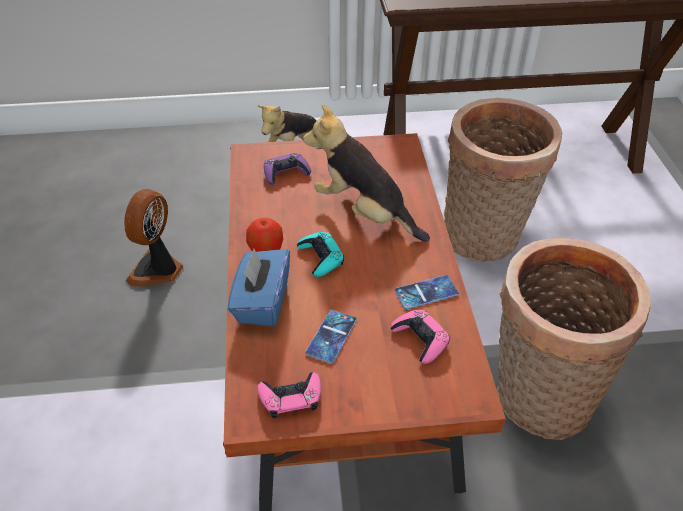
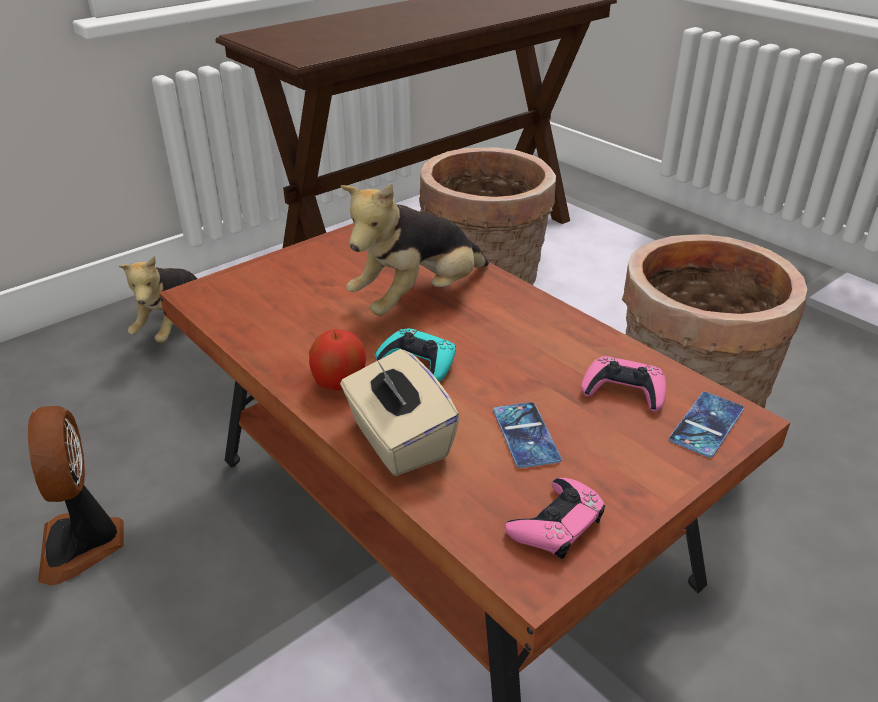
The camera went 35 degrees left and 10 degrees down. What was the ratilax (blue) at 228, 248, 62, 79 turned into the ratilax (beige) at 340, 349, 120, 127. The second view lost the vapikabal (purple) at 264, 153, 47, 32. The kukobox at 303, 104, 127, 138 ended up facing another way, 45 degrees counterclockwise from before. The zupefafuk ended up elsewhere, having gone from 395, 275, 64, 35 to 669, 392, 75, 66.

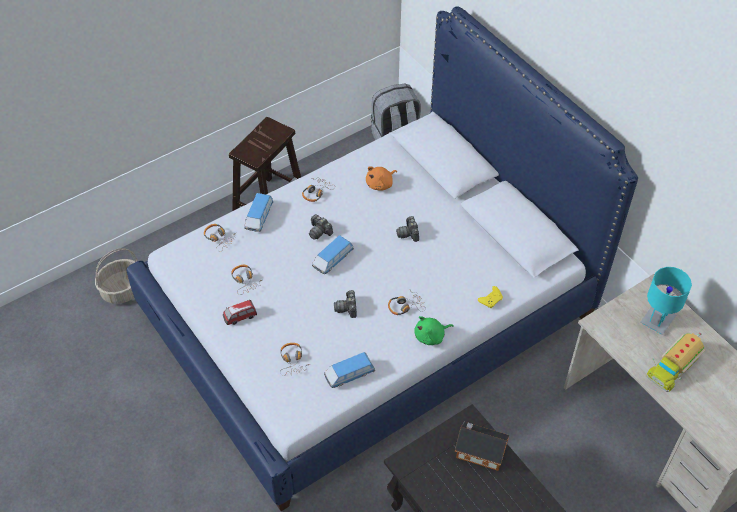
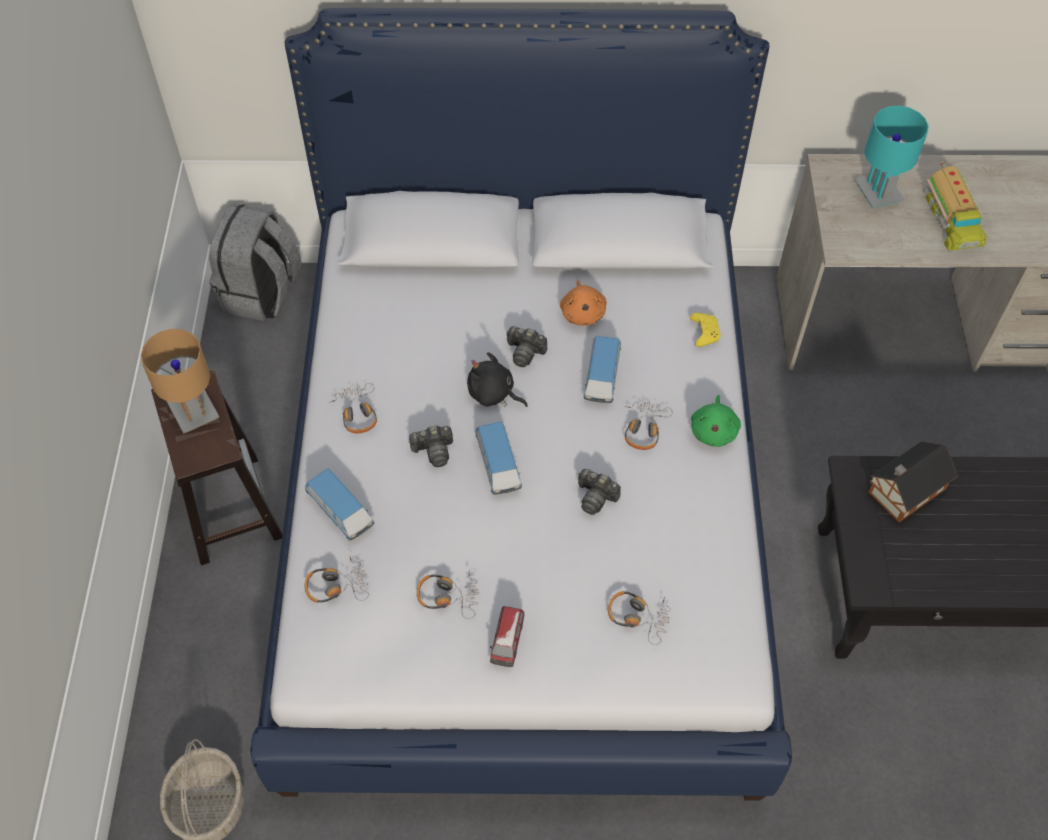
The camera went 55 degrees left and 5 degrees up. The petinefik ended up elsewhere, having gone from 324, 352, 51, 36 to 584, 336, 37, 67. The kukobox (orange) ended up elsewhere, having gone from 366, 167, 31, 24 to 560, 280, 47, 46. The second view gained the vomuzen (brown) at 140, 329, 79, 105. The second view gained the kukobox (black) at 467, 352, 61, 55.

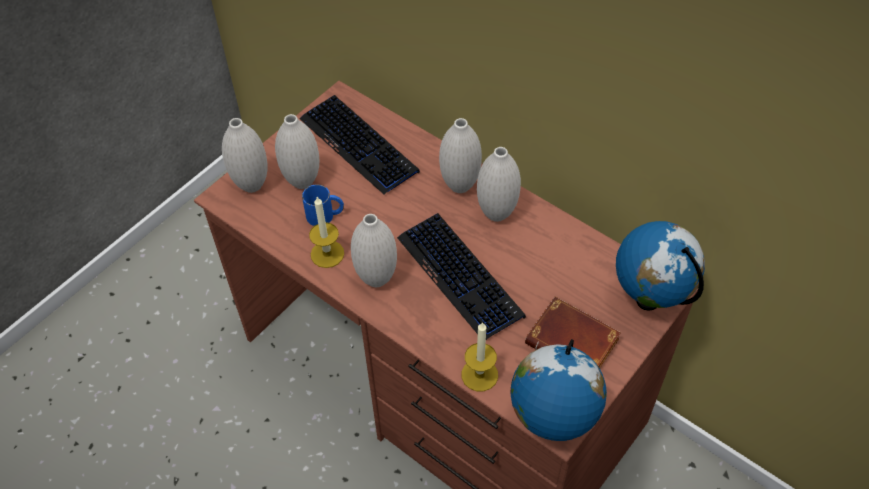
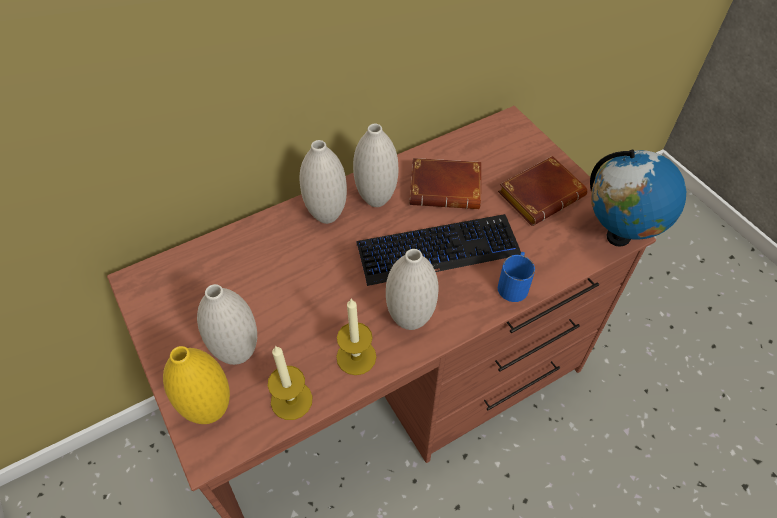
The camera went 70 degrees left and 0 degrees up. What was the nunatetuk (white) at 222, 118, 45, 75 turned into the nunatetuk (yellow) at 163, 346, 67, 78. The second view lost the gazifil at 300, 95, 120, 100. The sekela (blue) ended up elsewhere, having gone from 302, 184, 42, 42 to 498, 252, 37, 50. The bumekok ended up elsewhere, having gone from 462, 322, 36, 69 to 268, 345, 45, 75. The second view lost the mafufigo at 616, 221, 89, 90. The second view gained the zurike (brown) at 410, 158, 71, 51.

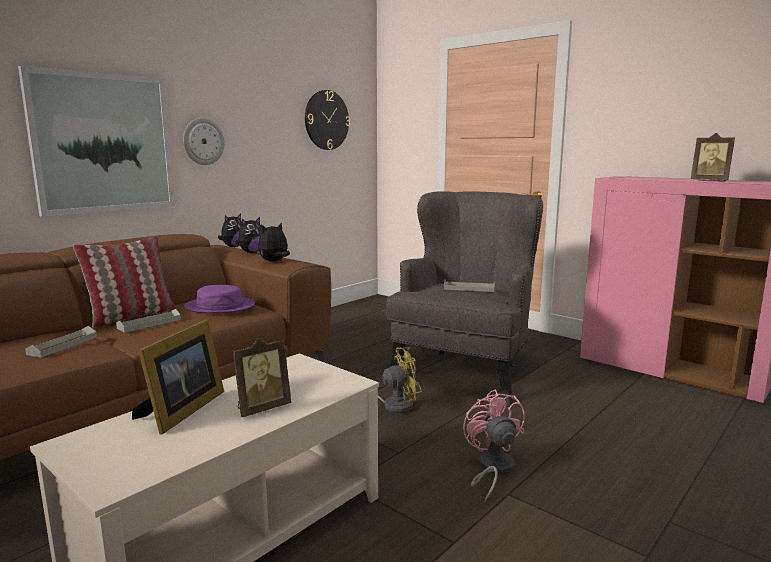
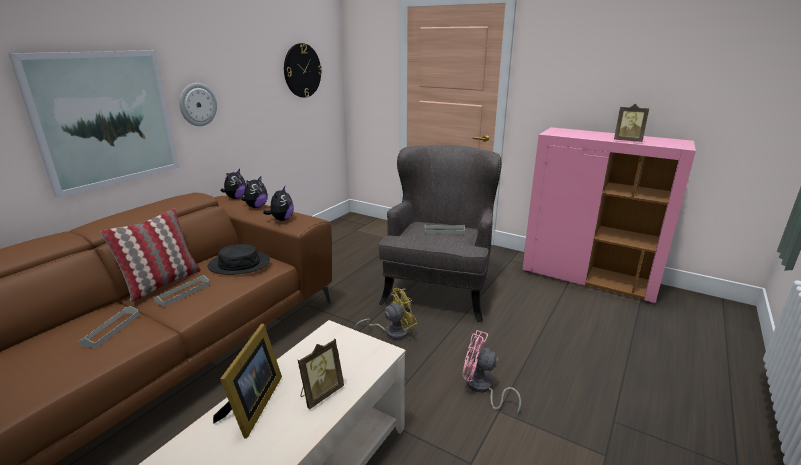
The camera went 10 degrees left and 10 degrees up. What was the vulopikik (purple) at 184, 285, 71, 28 turned into the vulopikik (black) at 208, 244, 62, 31. The kukobox at 258, 222, 32, 39 ended up facing another way, 150 degrees clockwise from before. The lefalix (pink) at 463, 389, 62, 113 ended up facing another way, 45 degrees counterclockwise from before.

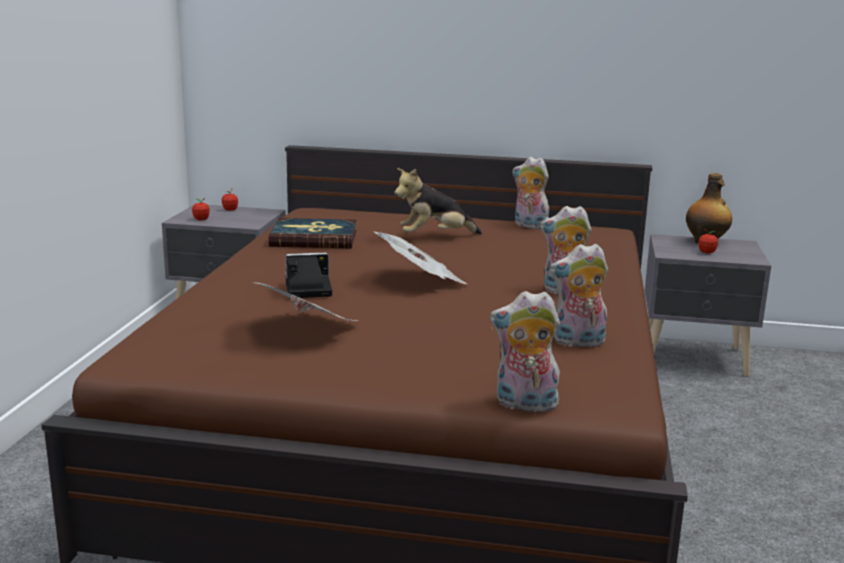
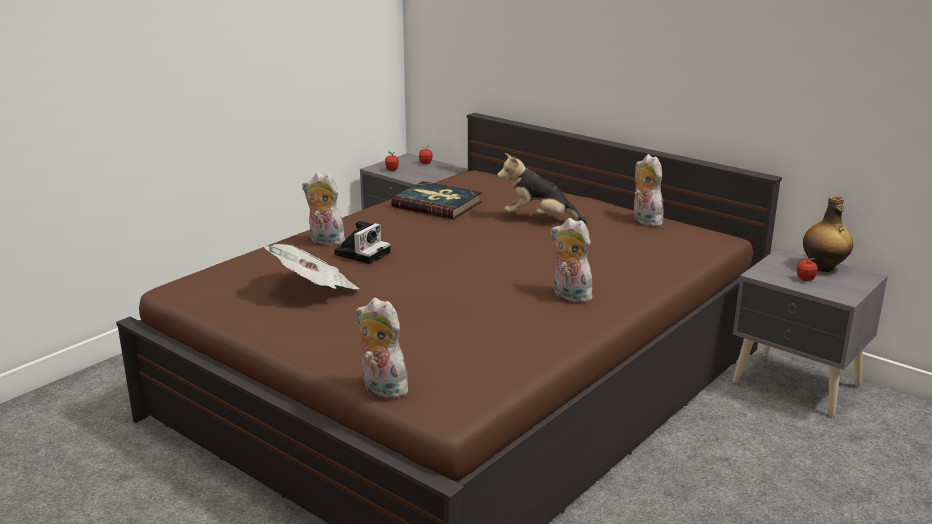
The camera went 30 degrees right and 5 degrees up. The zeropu at 285, 253, 47, 45 ended up facing another way, 105 degrees clockwise from before. The second view lost the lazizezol at 374, 232, 93, 52. The kukobox ended up elsewhere, having gone from 550, 244, 58, 103 to 302, 172, 43, 74.

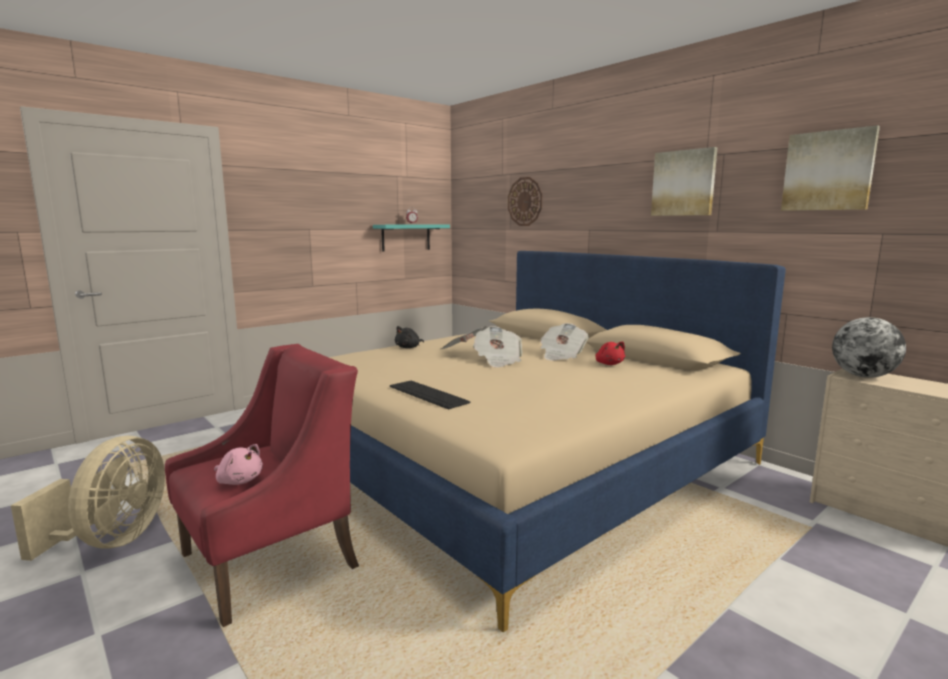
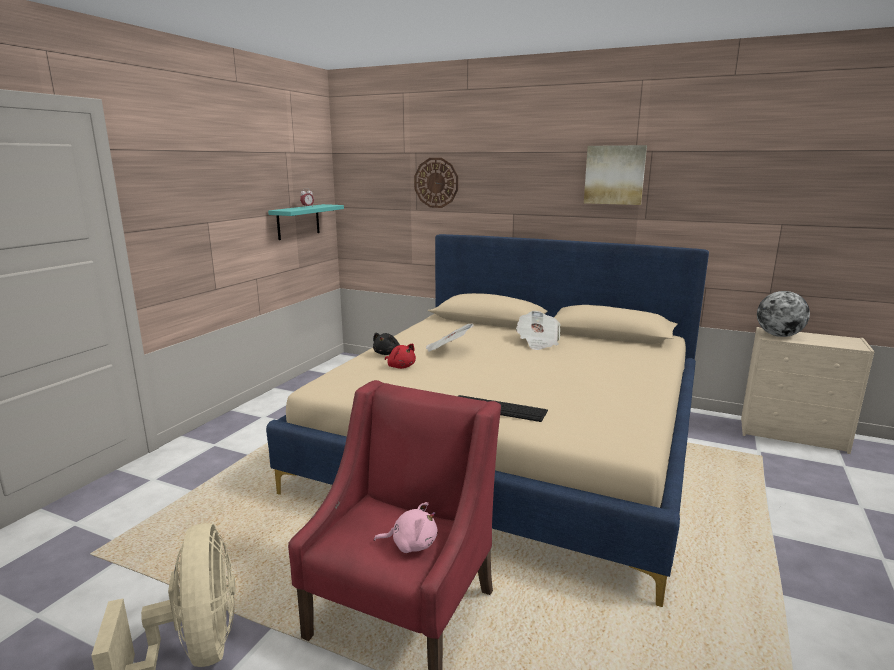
The camera went 25 degrees left and 5 degrees up. The second view lost the lazizezol at 473, 326, 49, 41. The kukobox (red) ended up elsewhere, having gone from 595, 341, 30, 24 to 385, 344, 31, 25. The second view lost the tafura at 781, 125, 99, 86.

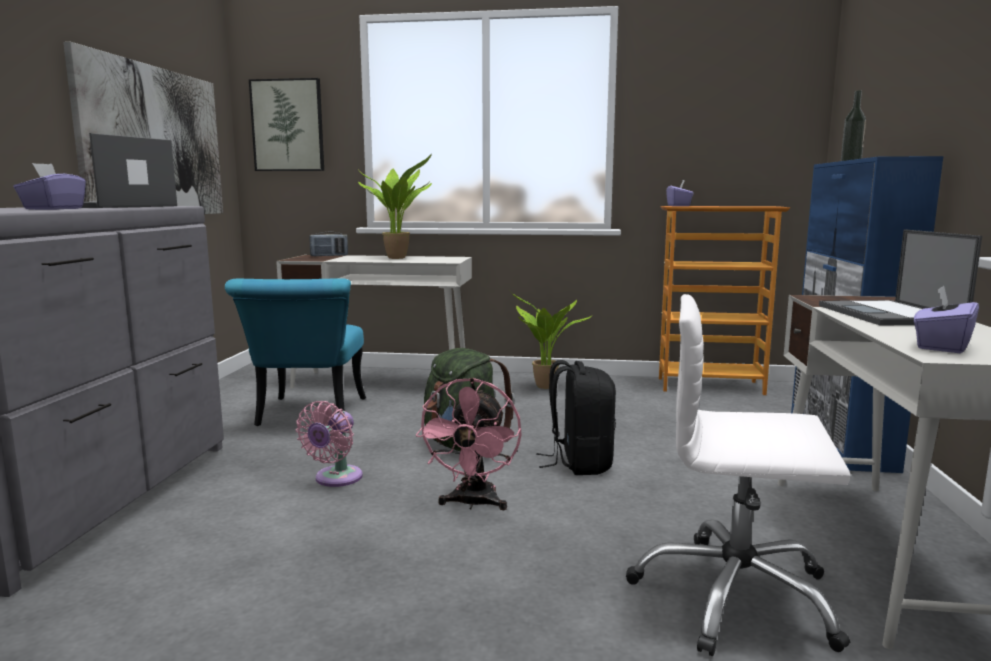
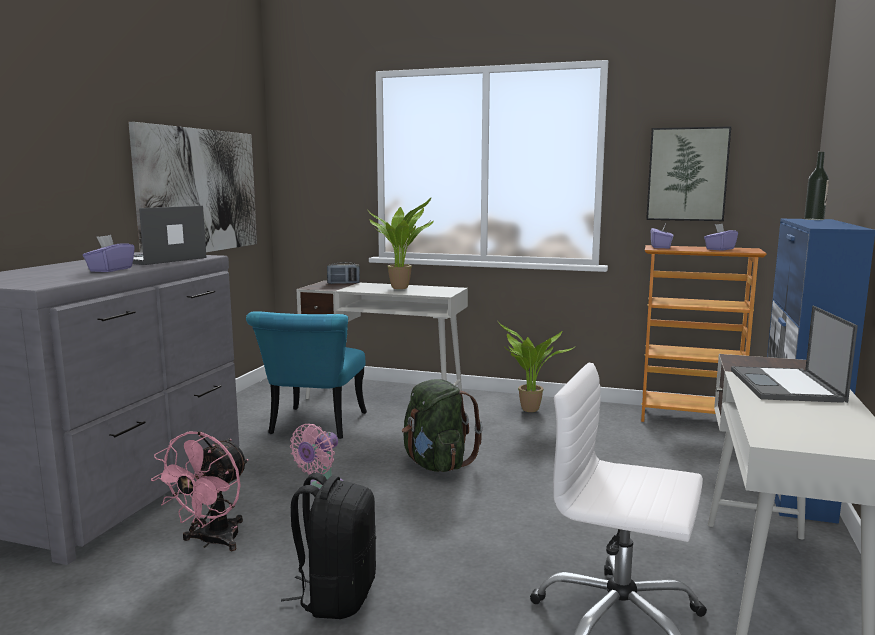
The camera went 10 degrees right and 0 degrees up. The tafura ended up elsewhere, having gone from 249, 78, 75, 93 to 646, 126, 85, 95. The lefalix (pink) ended up elsewhere, having gone from 416, 378, 106, 132 to 151, 431, 97, 120. The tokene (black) ended up elsewhere, having gone from 536, 360, 80, 115 to 281, 473, 95, 146. The ratilax (purple) ended up elsewhere, having gone from 914, 286, 65, 67 to 704, 224, 34, 27.

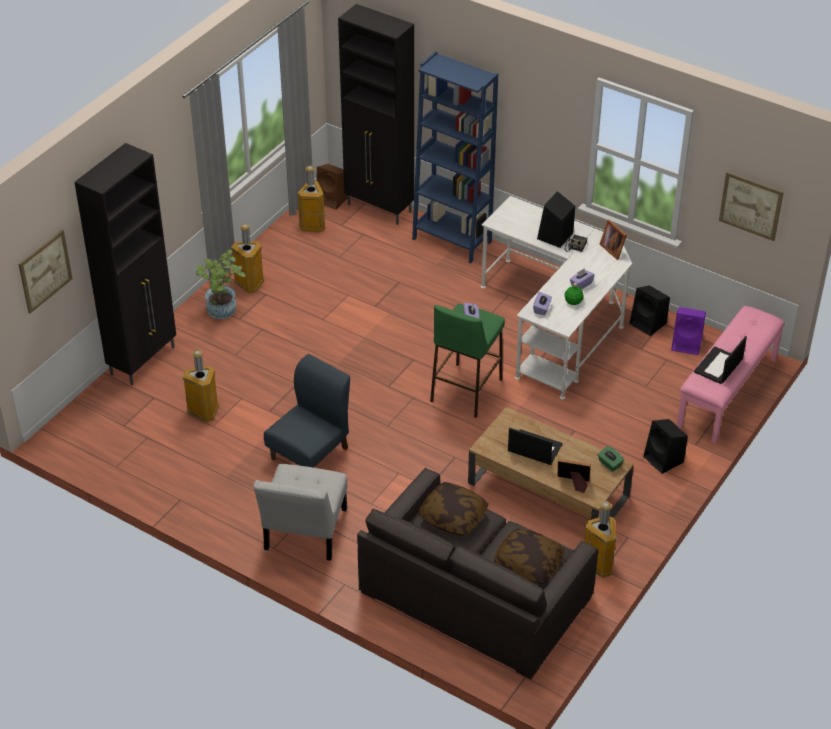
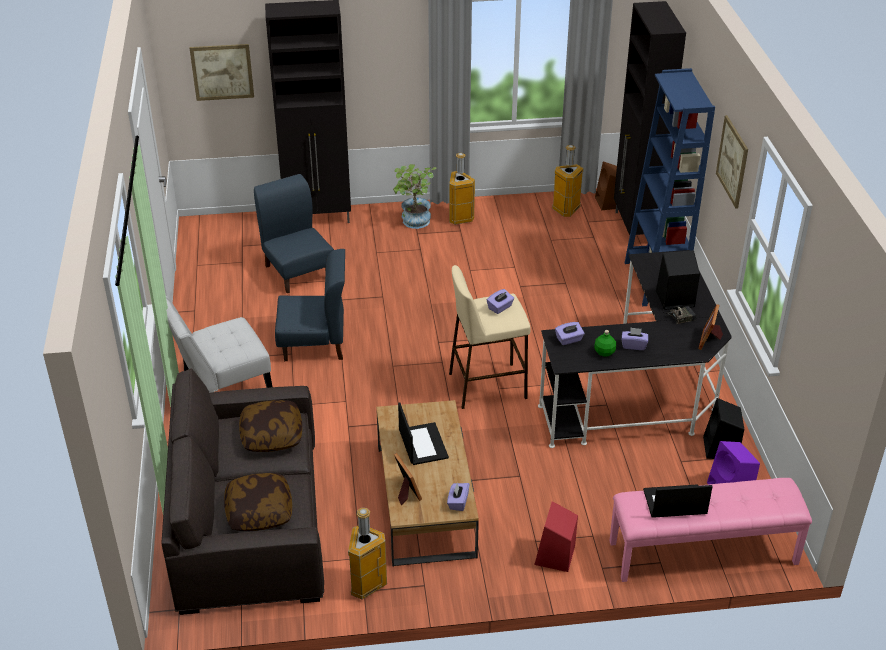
The camera went 50 degrees right and 5 degrees down. Where the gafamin stood at 183, 350, 36, 72, the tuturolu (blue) came to stand at 254, 174, 80, 119. What was the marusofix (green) at 430, 304, 75, 114 turned into the marusofix (beige) at 449, 265, 82, 144. What was the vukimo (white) at 481, 196, 151, 203 turned into the vukimo (black) at 538, 250, 194, 198. What was the ratilax (green) at 598, 446, 26, 26 turned into the ratilax (purple) at 447, 483, 23, 28. What was the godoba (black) at 643, 419, 45, 55 turned into the godoba (red) at 534, 501, 44, 71. The tafura ended up elsewhere, having gone from 719, 172, 65, 69 to 716, 115, 32, 94.

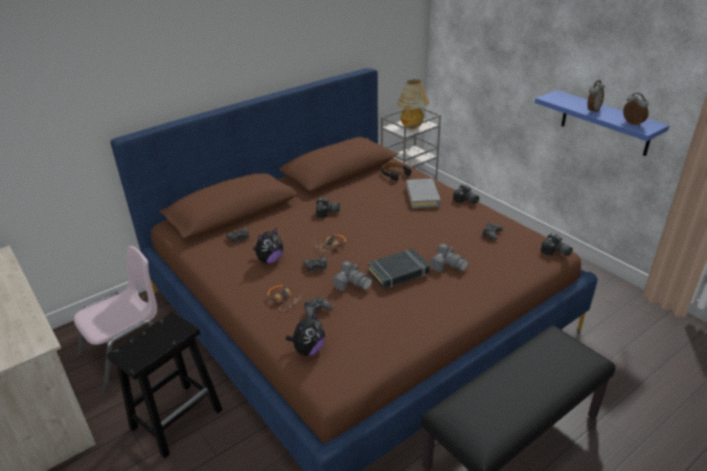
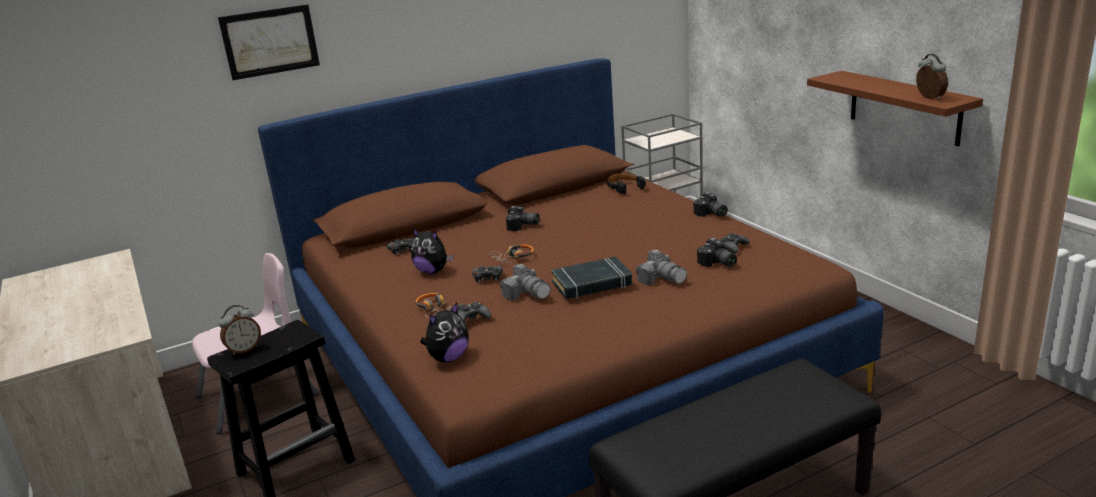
The camera went 10 degrees right and 10 degrees down. The kukobox at 253, 227, 30, 37 ended up facing another way, 60 degrees clockwise from before. The second view lost the vomuzen at 397, 79, 32, 50. The second view lost the zurike (grey) at 406, 178, 35, 30. What was the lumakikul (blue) at 535, 90, 134, 66 turned into the lumakikul (brown) at 807, 71, 176, 75. The zeropu ended up elsewhere, having gone from 541, 233, 32, 23 to 697, 238, 40, 29. The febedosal ended up elsewhere, having gone from 587, 80, 18, 33 to 219, 305, 42, 50. The second view gained the tafura at 218, 4, 102, 76.

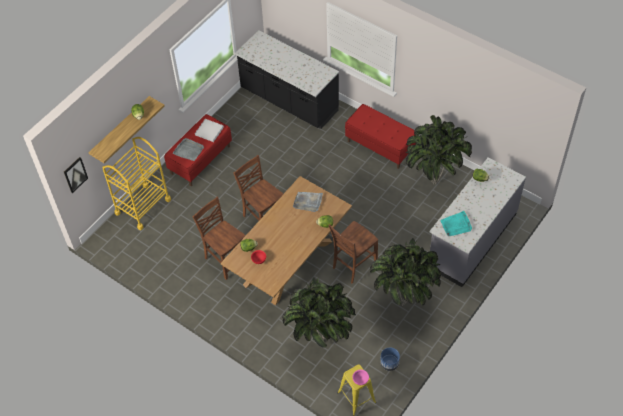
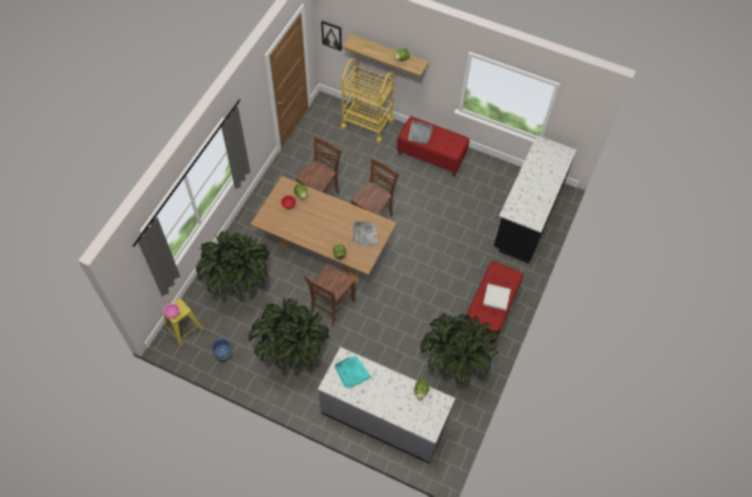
The camera went 75 degrees right and 5 degrees up. The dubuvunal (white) ended up elsewhere, having gone from 195, 119, 29, 23 to 483, 283, 28, 28. The tuturolu (brown) at 329, 221, 49, 63 ended up facing another way, 90 degrees counterclockwise from before.

